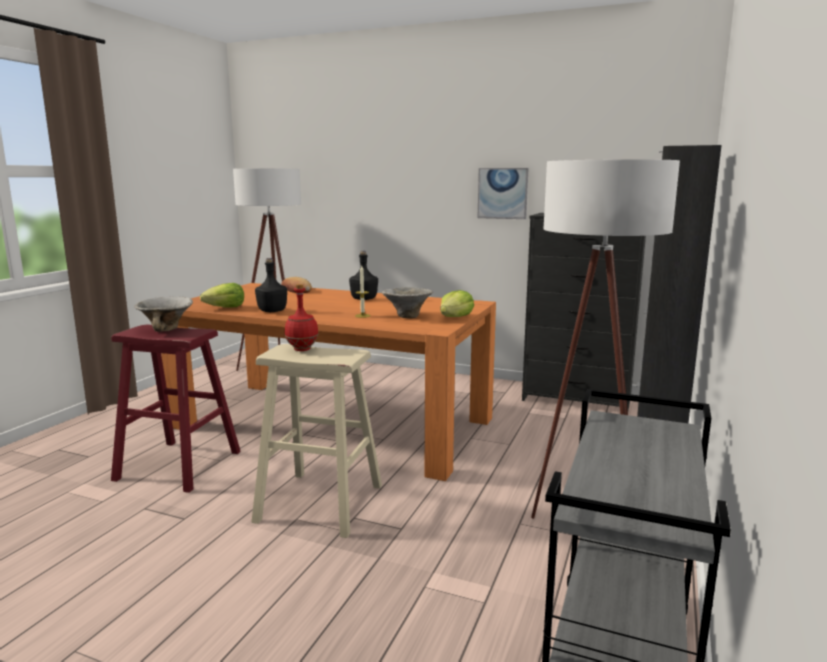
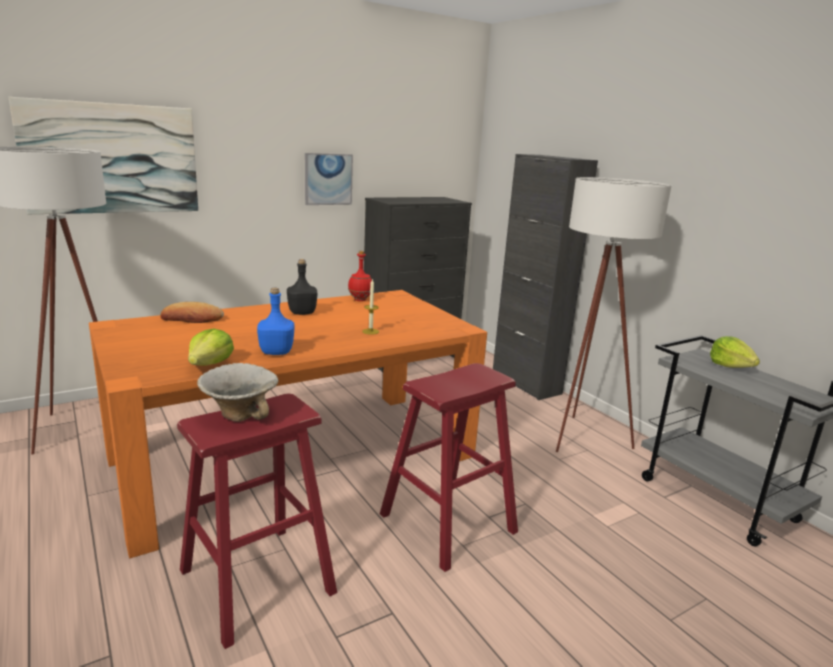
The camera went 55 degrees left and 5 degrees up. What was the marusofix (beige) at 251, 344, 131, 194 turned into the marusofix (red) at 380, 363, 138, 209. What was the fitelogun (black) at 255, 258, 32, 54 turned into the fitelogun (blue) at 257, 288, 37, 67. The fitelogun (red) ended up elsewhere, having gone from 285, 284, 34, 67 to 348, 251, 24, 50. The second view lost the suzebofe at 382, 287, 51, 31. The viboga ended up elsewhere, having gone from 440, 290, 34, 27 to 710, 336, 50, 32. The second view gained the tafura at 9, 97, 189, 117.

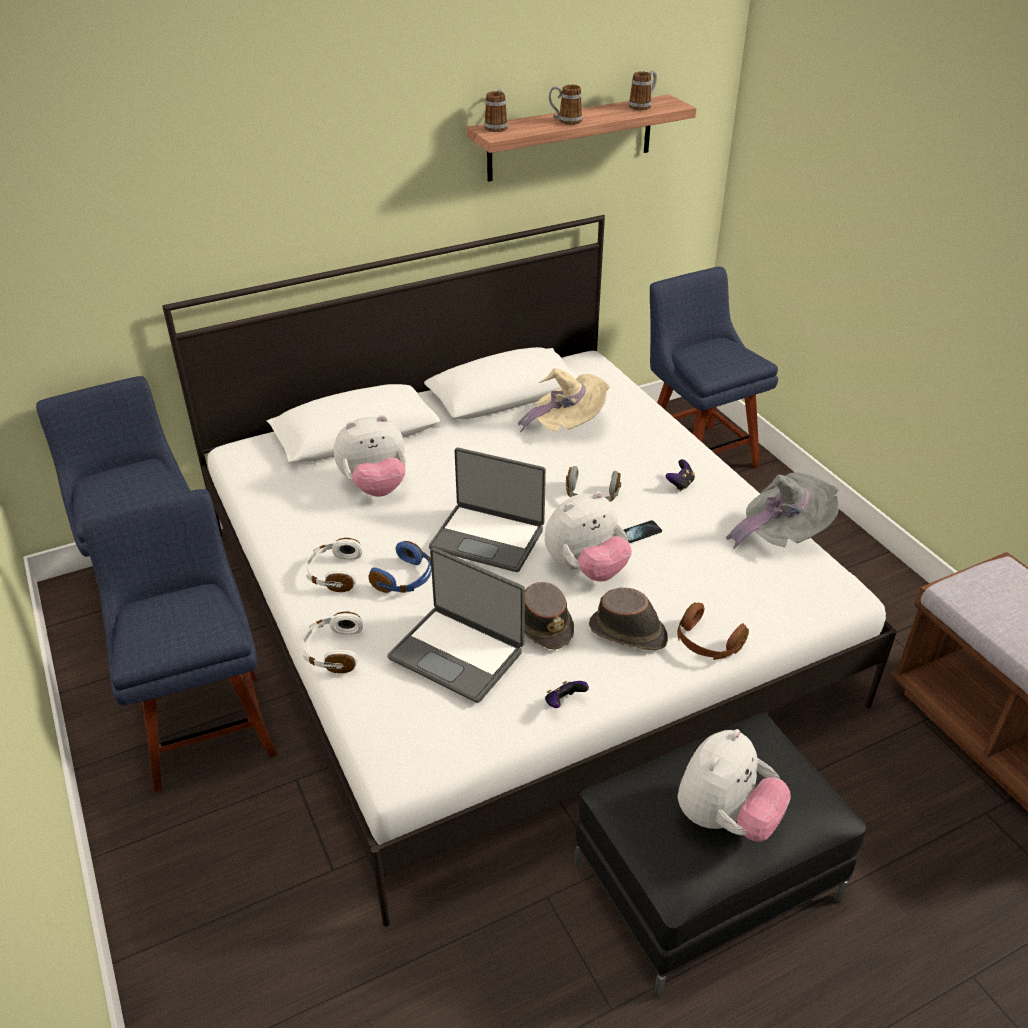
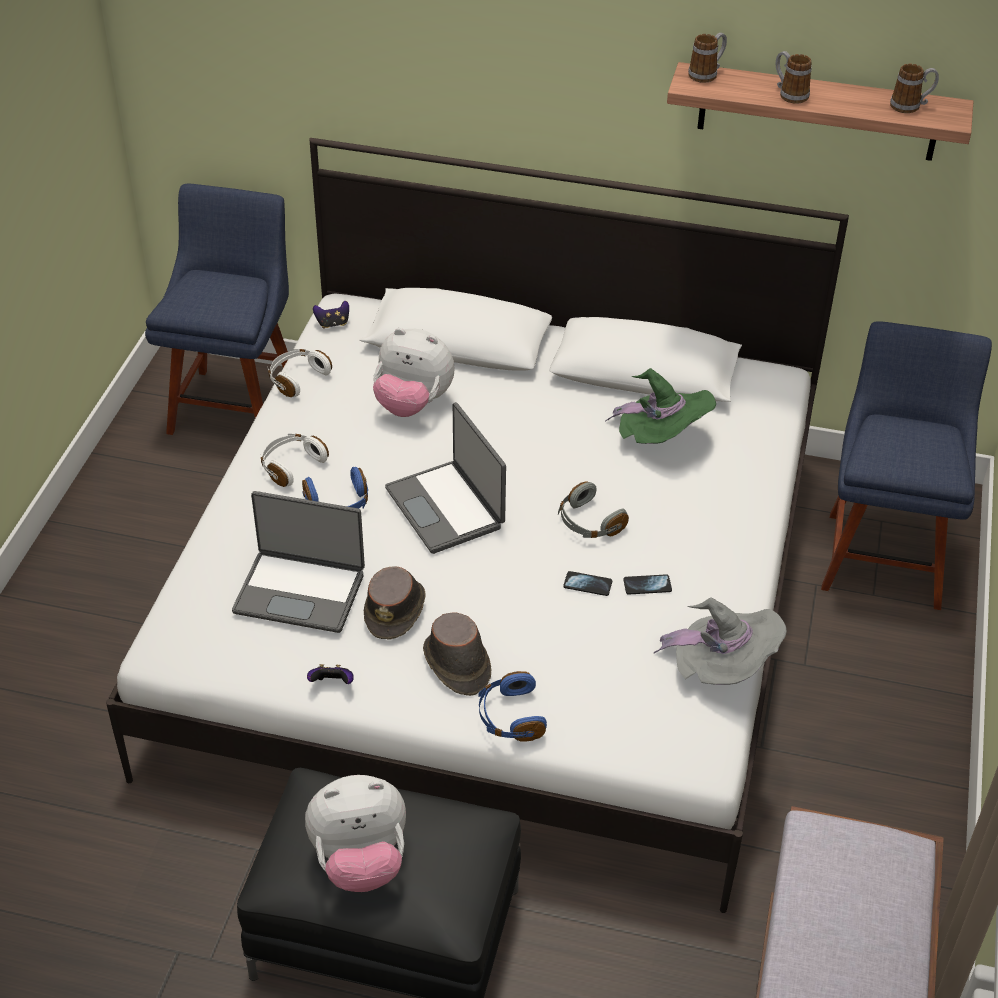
The camera went 40 degrees right and 5 degrees up. The second view lost the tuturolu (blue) at 81, 489, 196, 303. The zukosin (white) ended up elsewhere, having gone from 303, 612, 60, 61 to 268, 349, 64, 48. The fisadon at 387, 548, 138, 155 ended up facing another way, 60 degrees counterclockwise from before. What was the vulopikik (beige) at 518, 368, 92, 65 turned into the vulopikik (green) at 605, 368, 111, 76. The second view lost the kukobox at 545, 491, 87, 90. The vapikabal ended up elsewhere, having gone from 666, 459, 29, 32 to 313, 301, 36, 28. What was the zukosin (brown) at 677, 602, 72, 58 turned into the zukosin (blue) at 478, 671, 69, 71. The second view gained the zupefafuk at 623, 574, 49, 21.

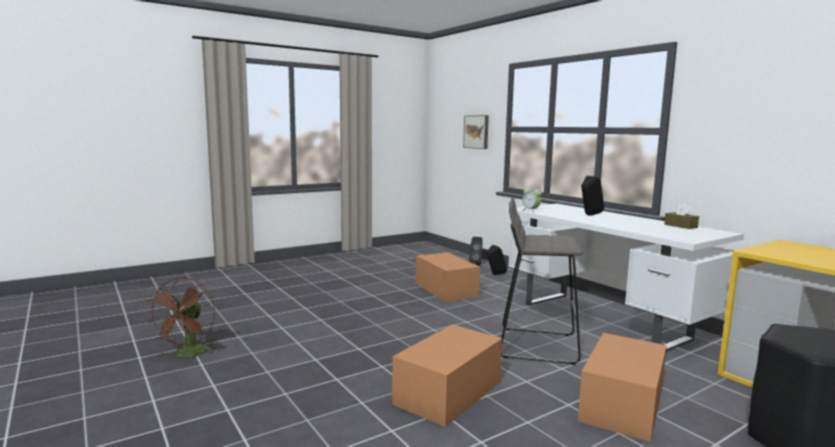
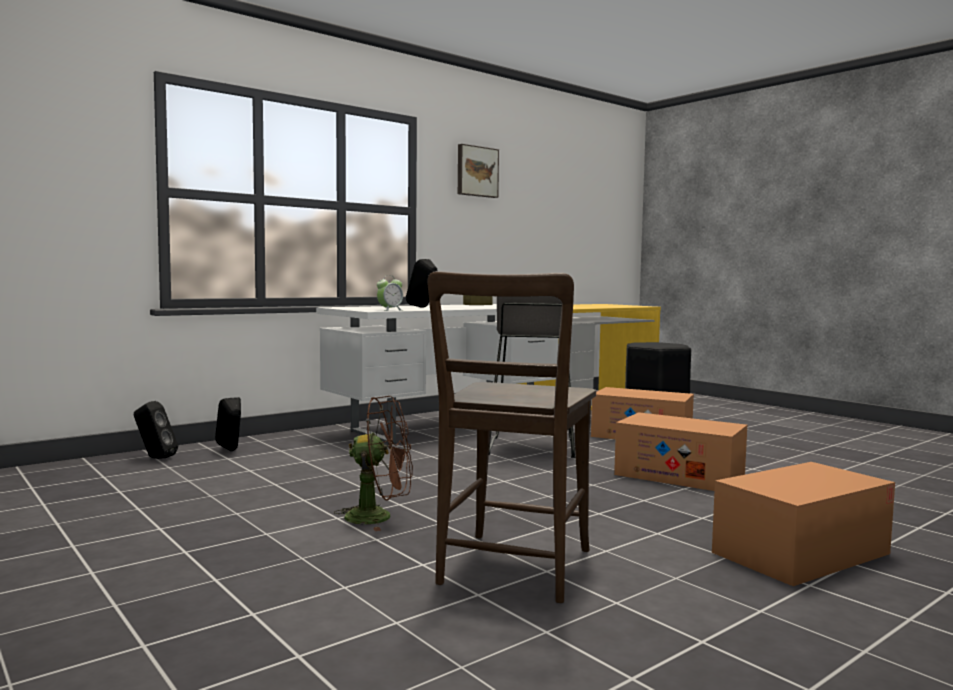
The camera went 95 degrees left and 5 degrees down. The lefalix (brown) ended up elsewhere, having gone from 147, 277, 71, 80 to 334, 396, 79, 135. The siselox ended up elsewhere, having gone from 416, 252, 64, 50 to 712, 462, 183, 124. The tafura ended up elsewhere, having gone from 463, 115, 26, 34 to 458, 144, 41, 54. The second view gained the tuturolu (brown) at 427, 271, 169, 332.

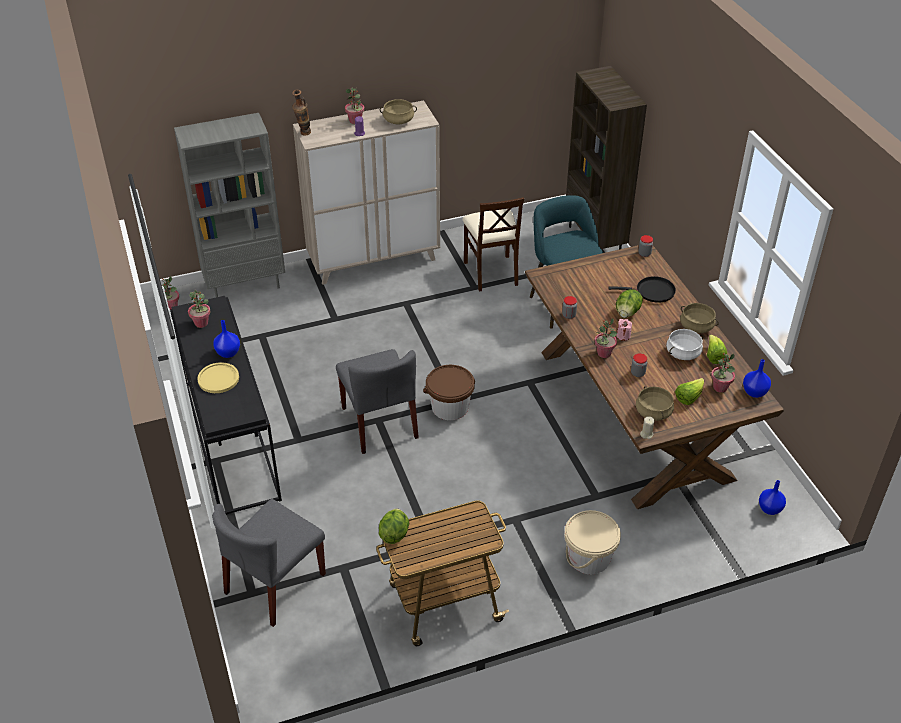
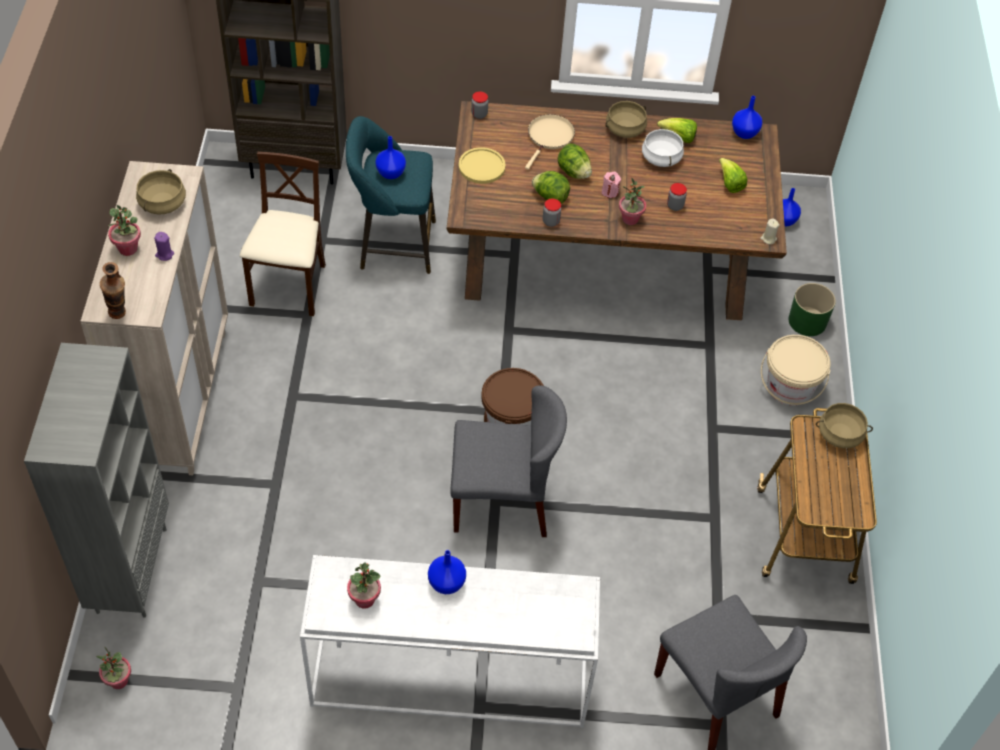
The camera went 70 degrees left and 10 degrees up. What was the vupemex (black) at 170, 296, 112, 219 turned into the vupemex (white) at 300, 555, 300, 173. The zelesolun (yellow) ended up elsewhere, having gone from 197, 362, 42, 31 to 459, 147, 46, 37. The viboga ended up elsewhere, having gone from 379, 509, 30, 35 to 532, 171, 38, 33. The tuturolu (beige) at 462, 197, 62, 94 ended up facing another way, 90 degrees counterclockwise from before. What was the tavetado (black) at 608, 276, 68, 27 turned into the tavetado (beige) at 525, 114, 50, 56. The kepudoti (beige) ended up elsewhere, having gone from 636, 386, 38, 35 to 816, 403, 57, 45. The second view lost the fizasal at 711, 353, 24, 40. The second view gained the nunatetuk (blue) at 375, 136, 31, 43. The second view gained the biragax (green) at 789, 283, 47, 53.

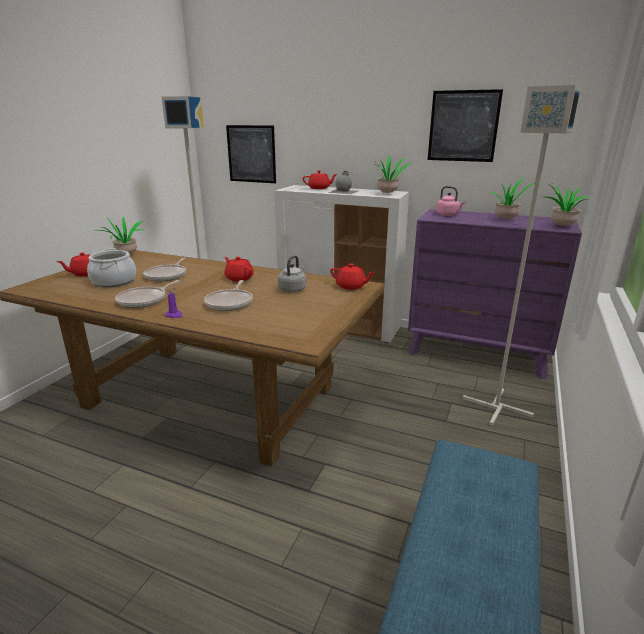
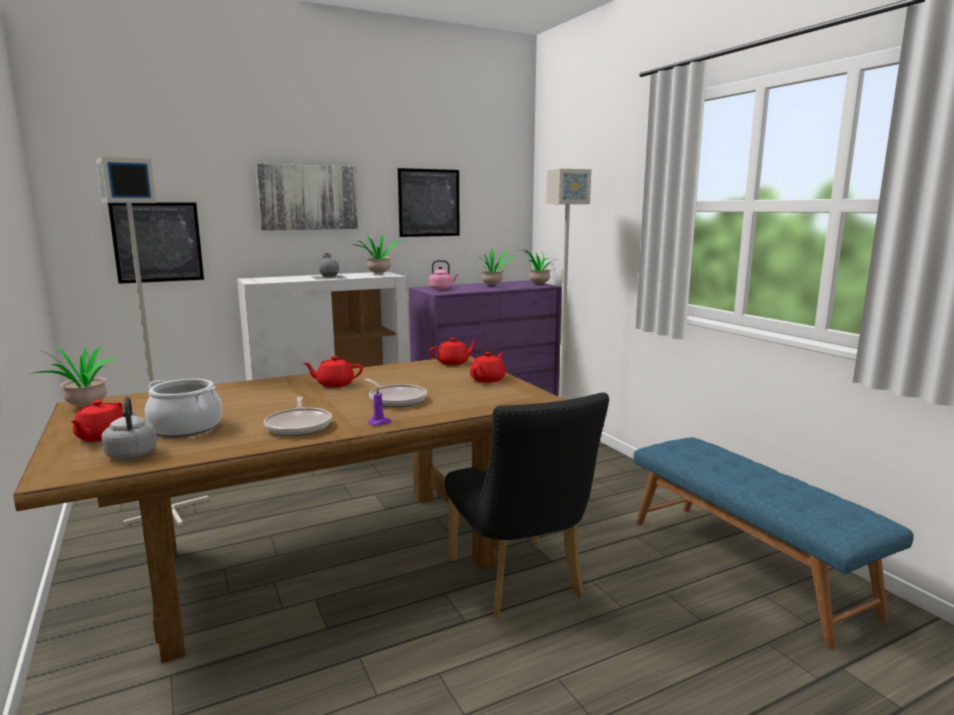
The camera went 50 degrees left and 10 degrees down. The second view lost the tavetado at 144, 258, 42, 23. The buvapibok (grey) ended up elsewhere, having gone from 278, 255, 28, 37 to 101, 396, 56, 63. The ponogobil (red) ended up elsewhere, having gone from 303, 170, 34, 19 to 470, 352, 36, 31. The second view gained the tafura at 256, 164, 102, 66. The second view gained the tuturolu (black) at 445, 393, 164, 225.

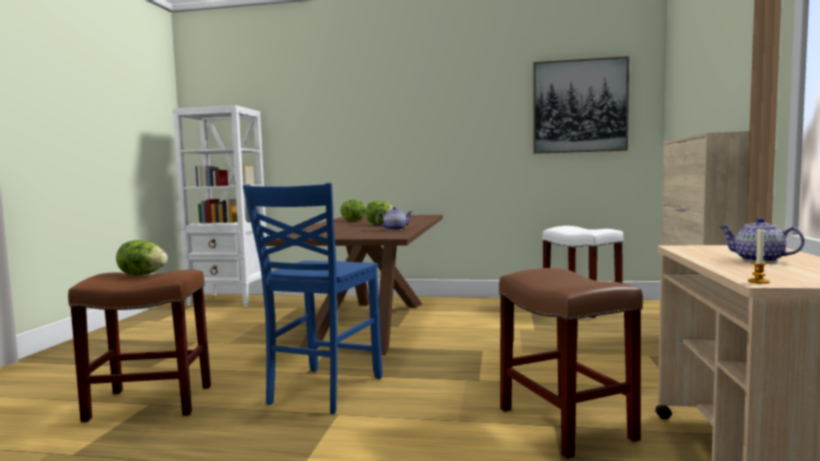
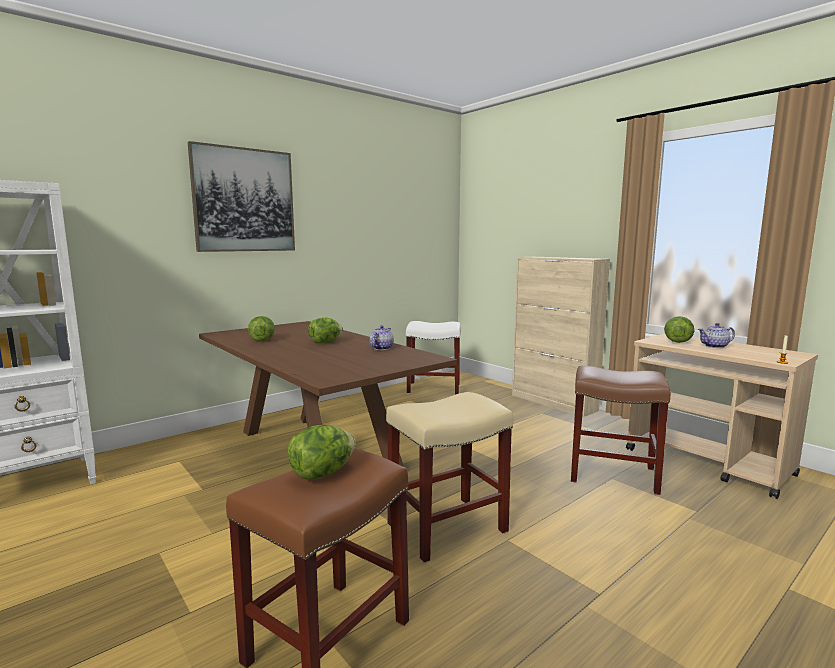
The camera went 50 degrees left and 5 degrees up. Where the tuturolu (blue) stood at 243, 183, 139, 231, the marusofix (beige) came to stand at 386, 392, 127, 171. The tafura ended up elsewhere, having gone from 533, 56, 96, 98 to 188, 141, 107, 111. The second view gained the viboga at 664, 316, 30, 27.

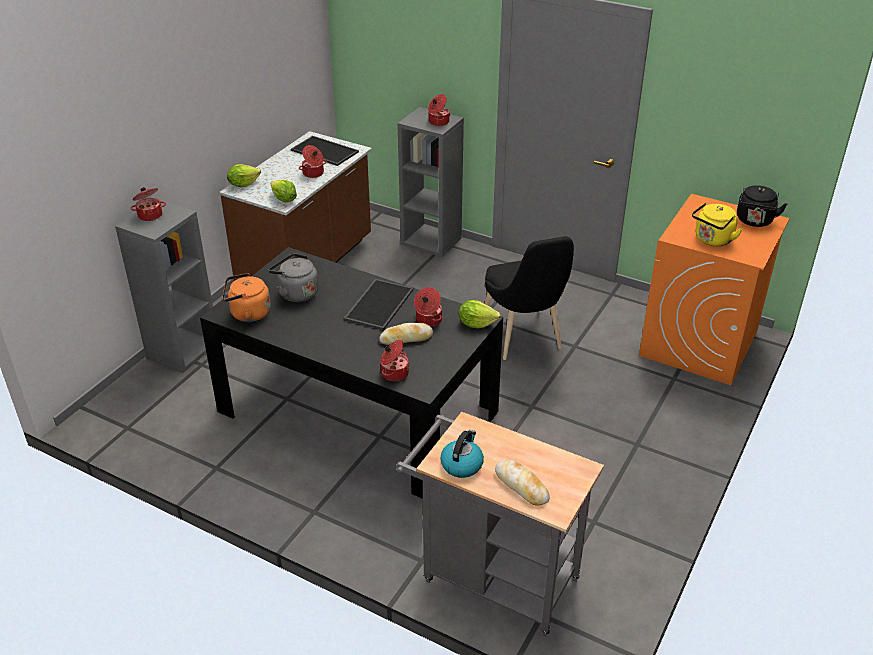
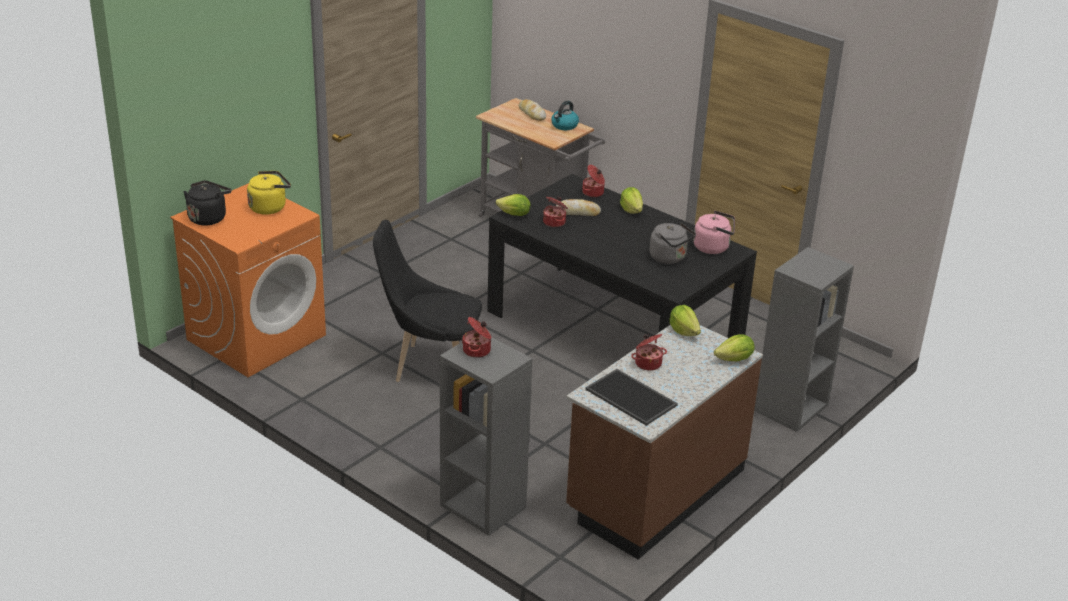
The camera went 170 degrees left and 5 degrees down. The second view lost the kepudoti at 130, 187, 36, 34. What was the buvapibok (orange) at 222, 273, 49, 49 turned into the buvapibok (pink) at 693, 211, 42, 43. The second view lost the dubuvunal at 343, 279, 71, 51. The tuturolu (black) at 484, 236, 90, 124 ended up facing another way, 75 degrees counterclockwise from before. The second view gained the viboga at 620, 187, 23, 27.

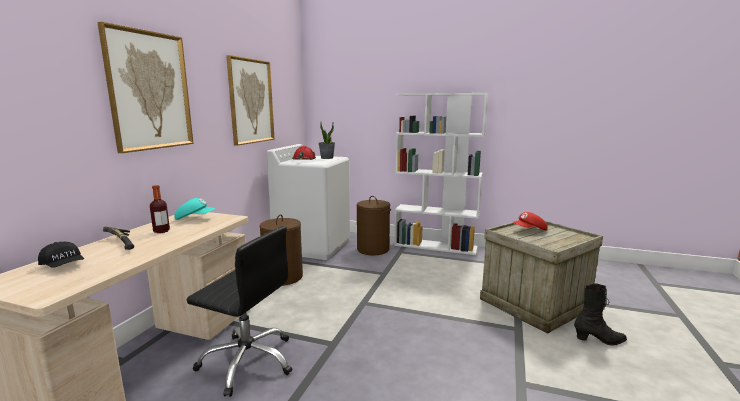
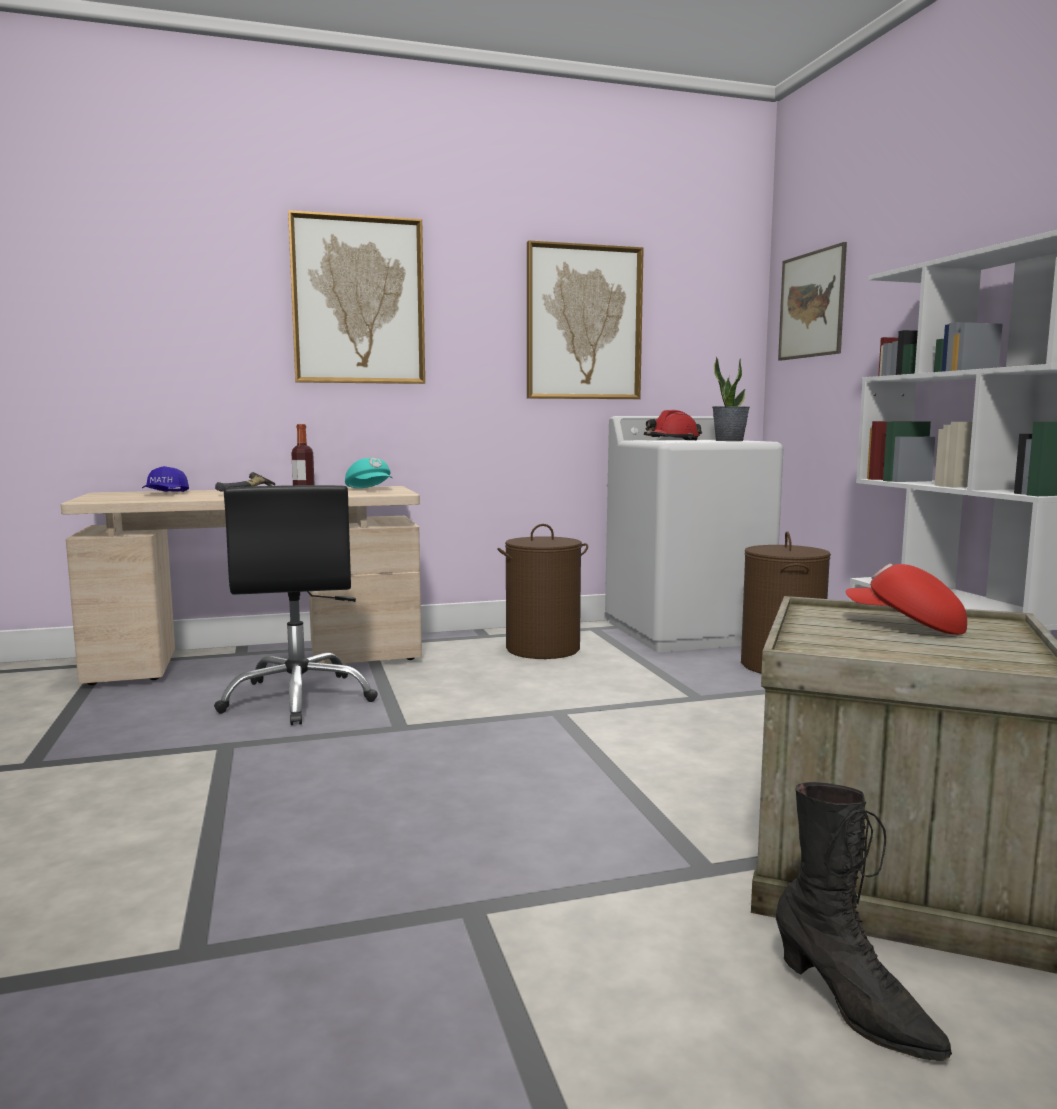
The camera went 55 degrees right and 5 degrees down. What was the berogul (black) at 38, 242, 46, 26 turned into the berogul (blue) at 142, 466, 47, 26. The second view gained the tafura at 778, 242, 69, 119.

